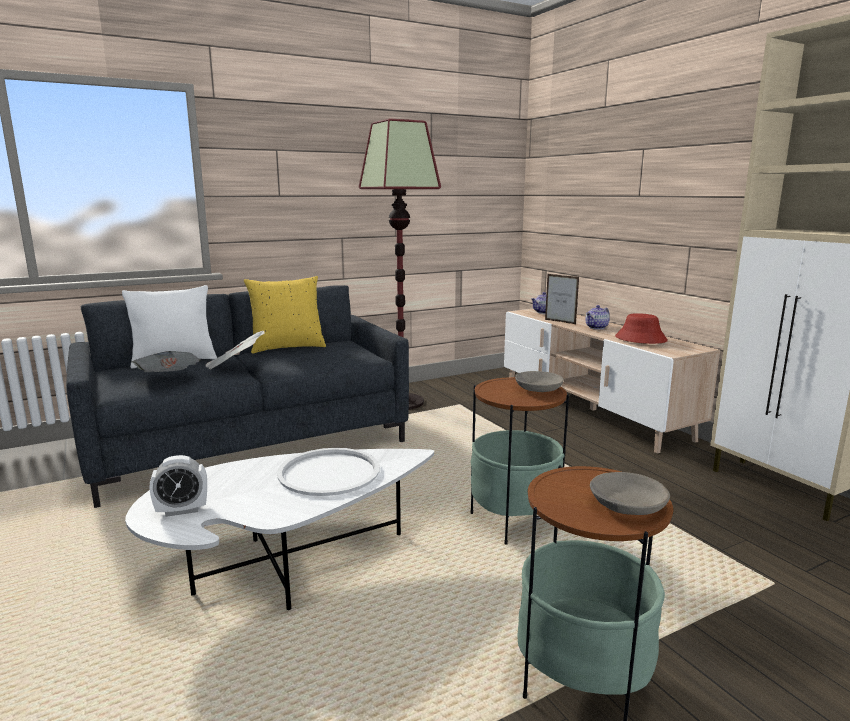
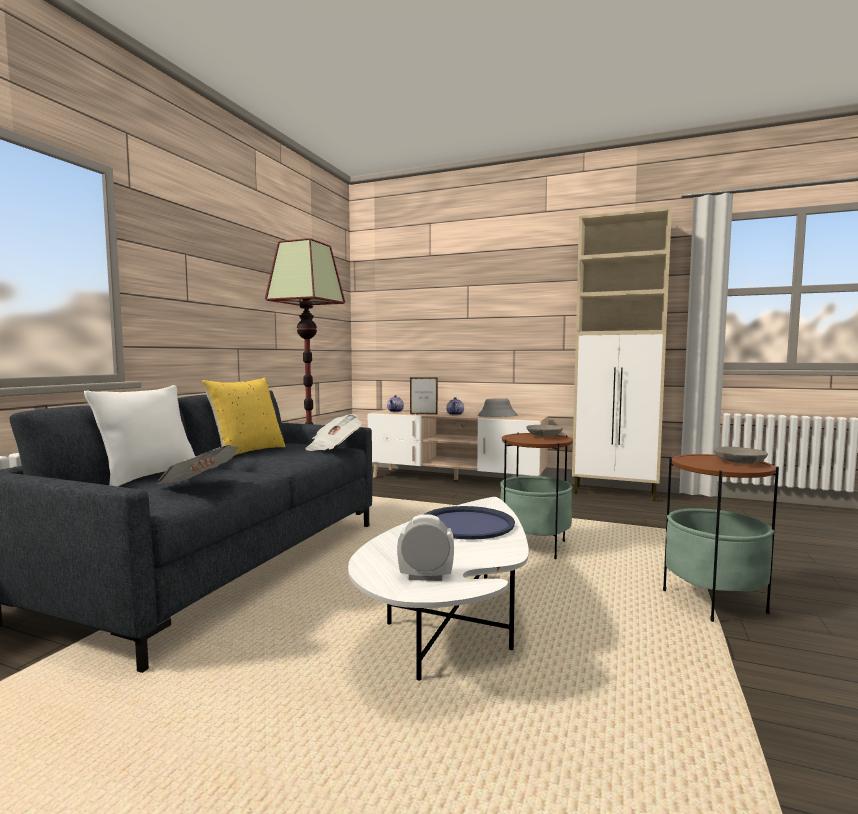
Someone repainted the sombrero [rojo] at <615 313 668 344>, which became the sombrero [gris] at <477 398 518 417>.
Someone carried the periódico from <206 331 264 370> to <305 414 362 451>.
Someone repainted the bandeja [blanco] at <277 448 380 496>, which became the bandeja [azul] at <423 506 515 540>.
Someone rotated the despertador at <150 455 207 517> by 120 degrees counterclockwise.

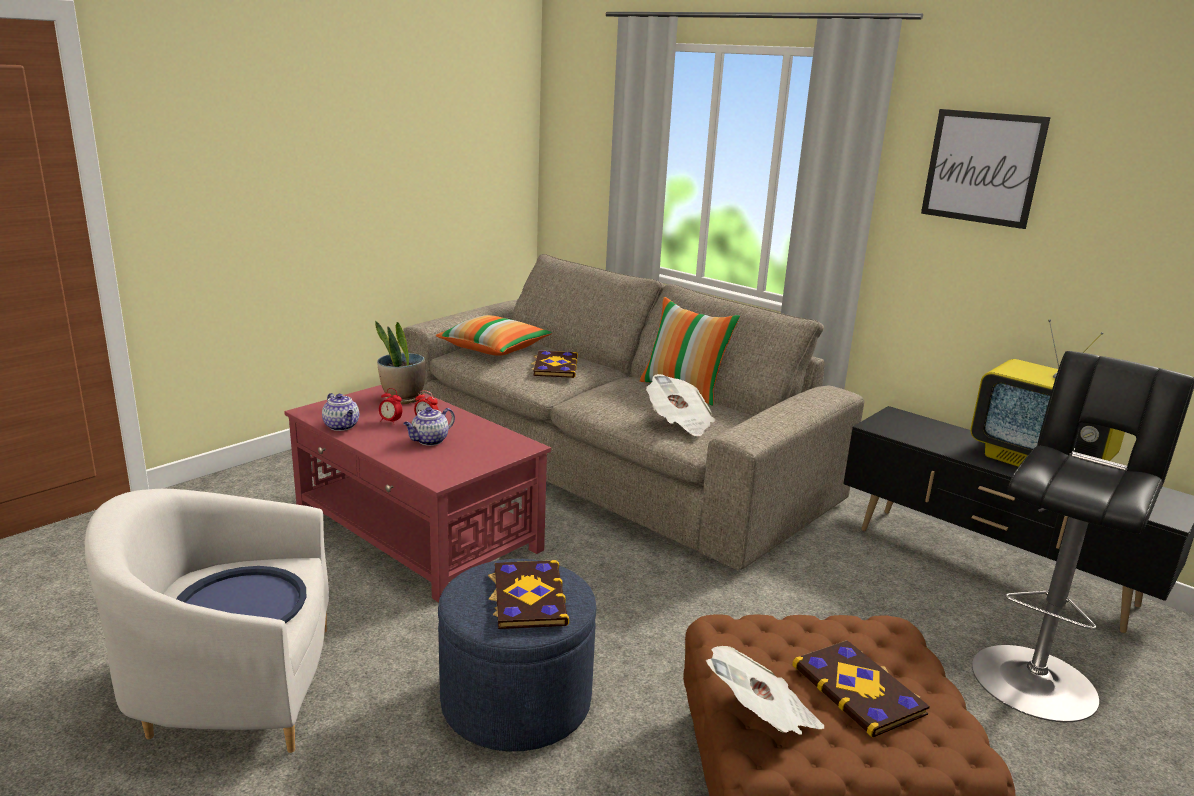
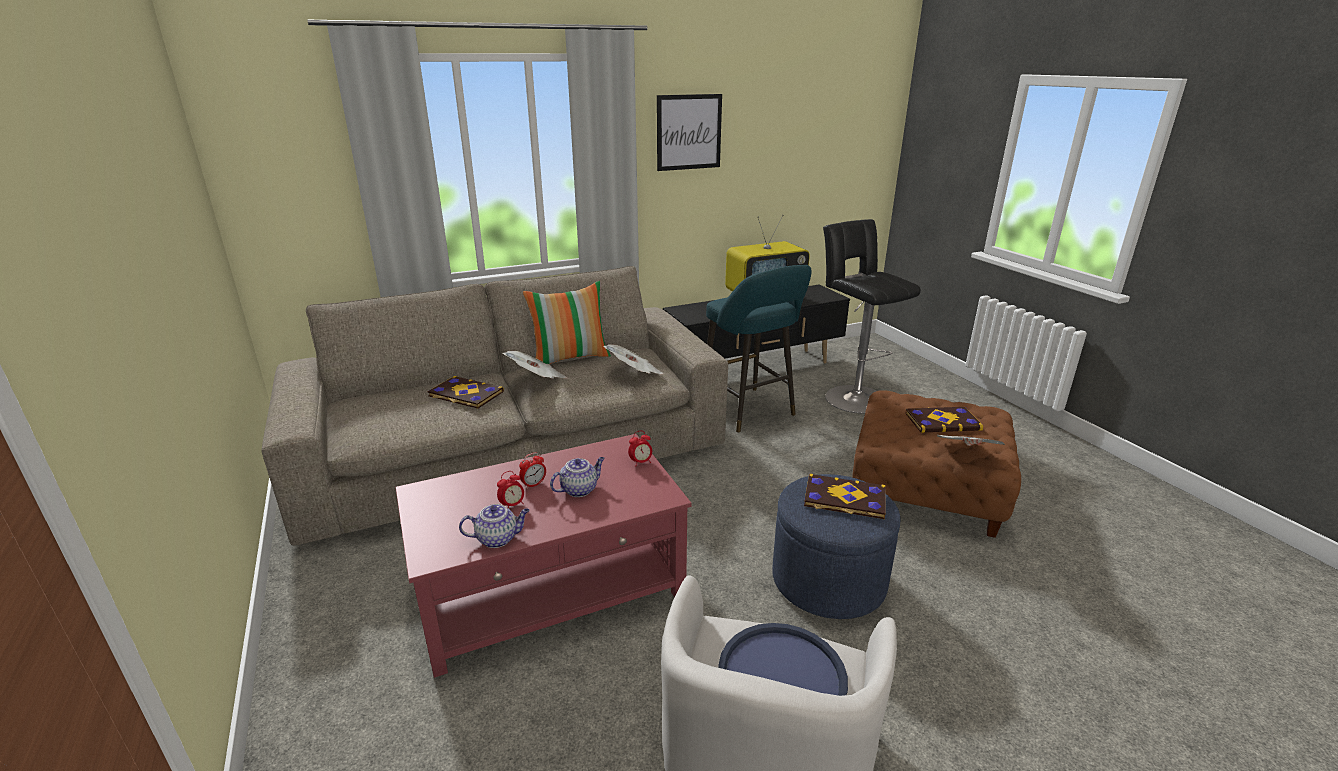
Someone took away the cojín at <436 315 552 356>.
Someone took away the planta en maceta at <375 321 425 404>.
Someone rotated the tetera at <403 407 455 446> by 105 degrees counterclockwise.
Someone put down the taburete [turquesa] at <706 265 812 432>.
Someone put down the periódico at <503 351 568 379>.
Someone put down the despertador at <628 431 652 467>.

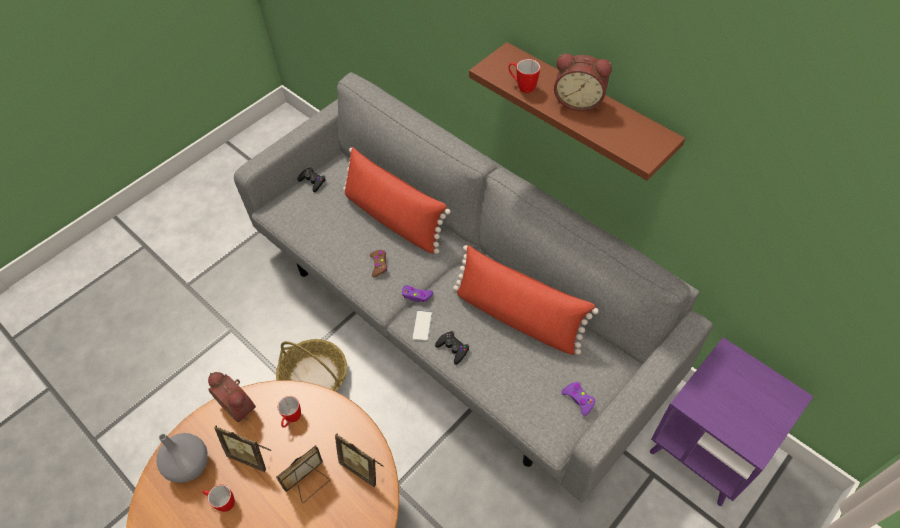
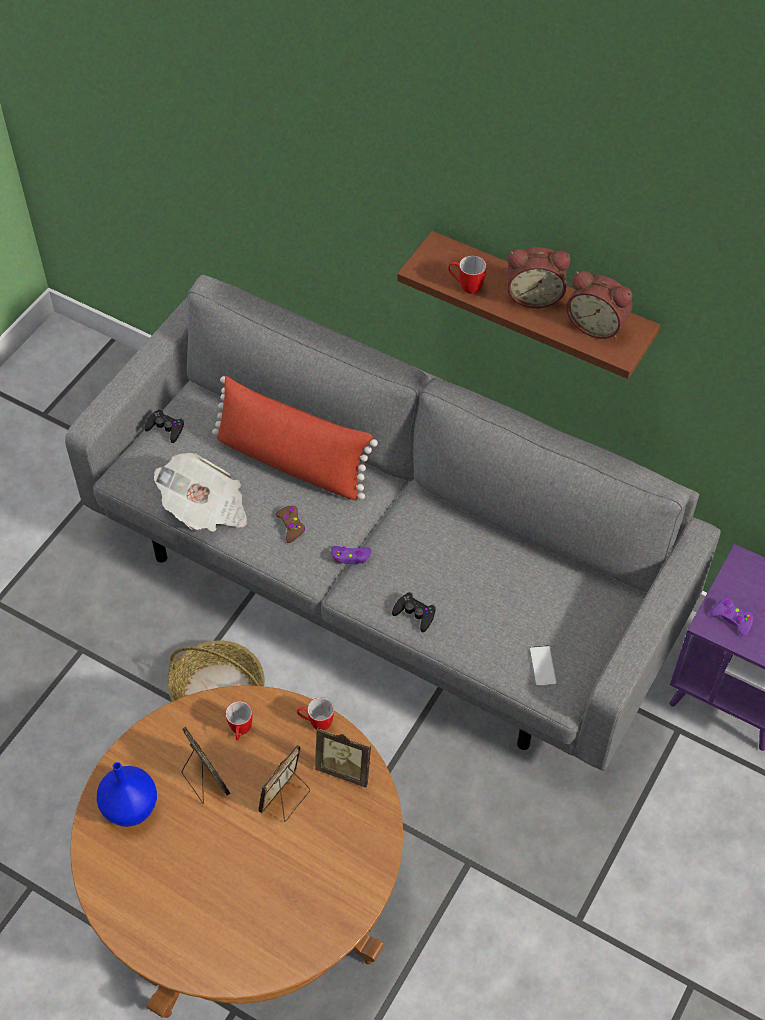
Someone took away the cojín [rojo] at <453 245 599 355>.
Someone carried the móvil from <412 310 432 341> to <530 645 557 686>.
Someone carried the despertador from <208 372 256 422> to <566 271 632 339>.
Someone carried the mando de consola [morado] from <561 382 596 416> to <710 598 754 637>.
Someone rotated the portarretratos at <215 425 272 472> by 135 degrees counterclockwise.
Someone repainted the florero [gris] at <156 433 208 483>, which became the florero [azul] at <97 762 157 827>.
Someone carried the taza grande from <202 484 235 512> to <297 697 334 731>.
Someone put down the periódico at <154 453 247 532>.

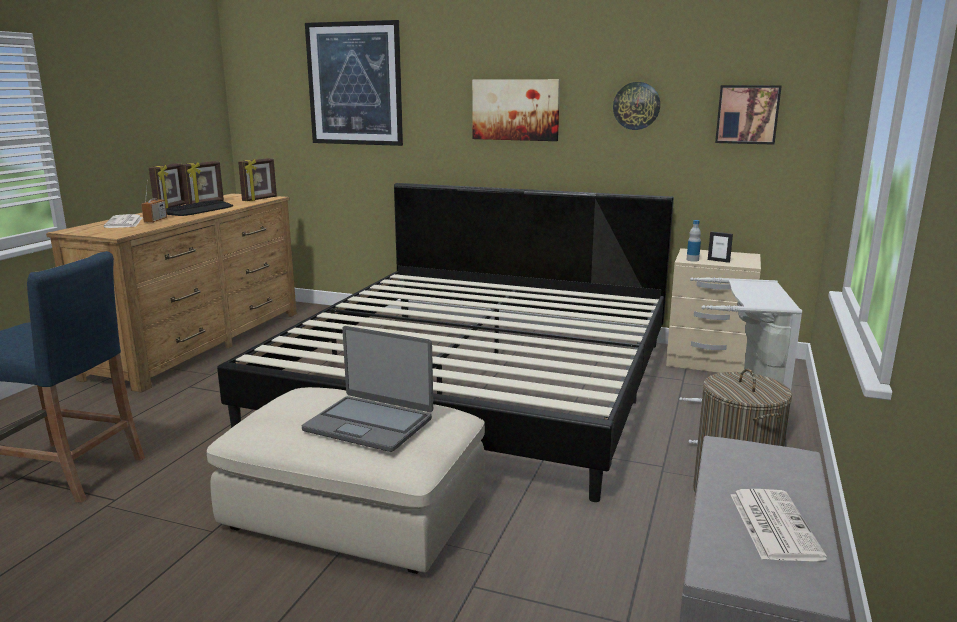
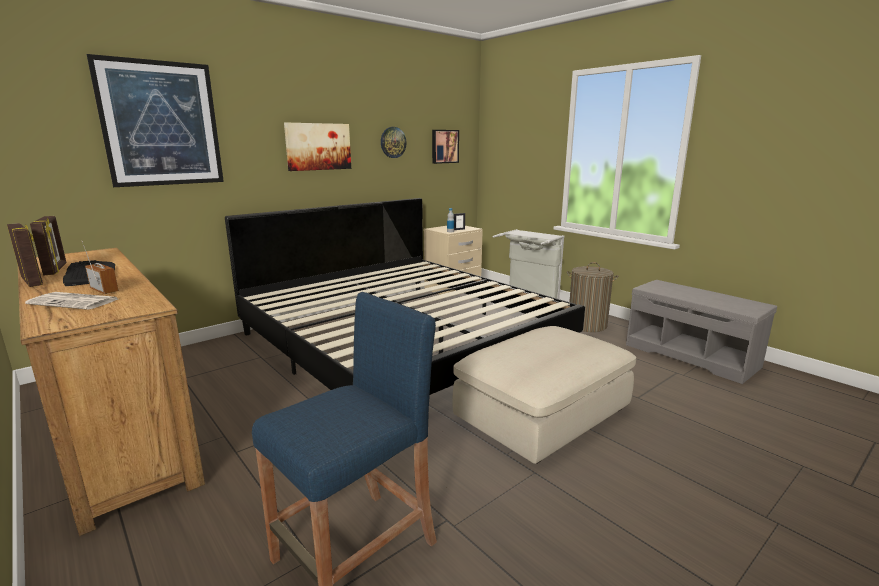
Someone took away the portarretratos at <238 158 277 201>.
Someone took away the portátil at <302 326 433 452>.
Someone took away the periódico at <731 489 827 561>.

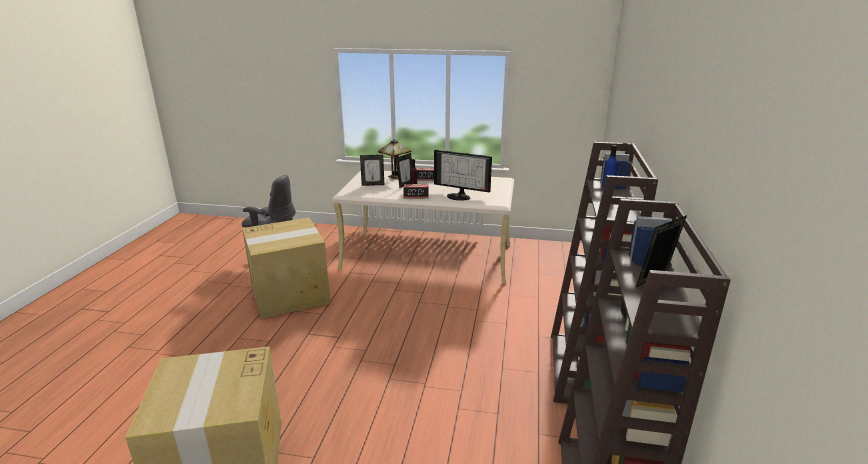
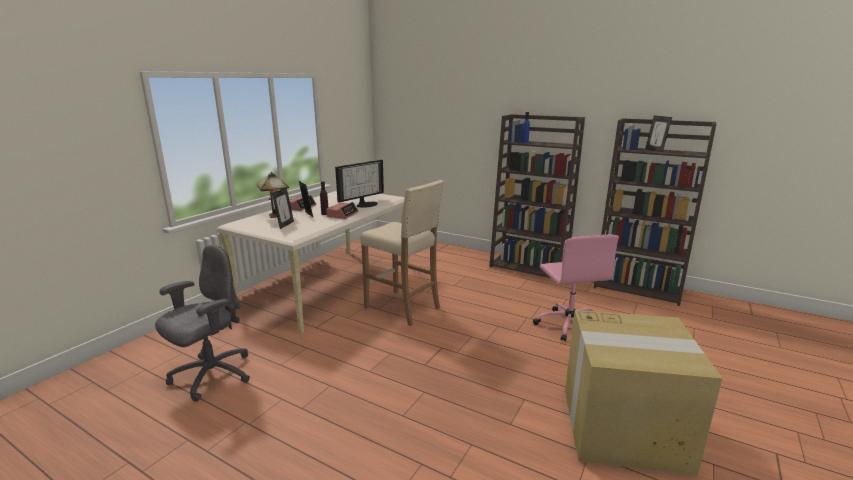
Someone took away the caja de cartón at <242 217 331 319>.
Someone put down the taburete [beis] at <360 180 444 326>.
Someone put down the silla de oficina [rosa] at <533 234 619 341>.

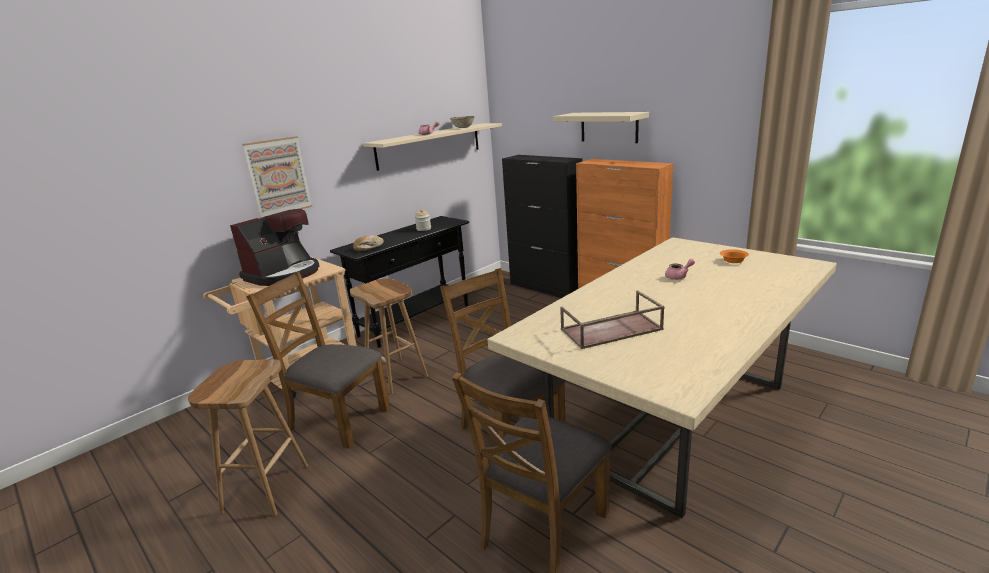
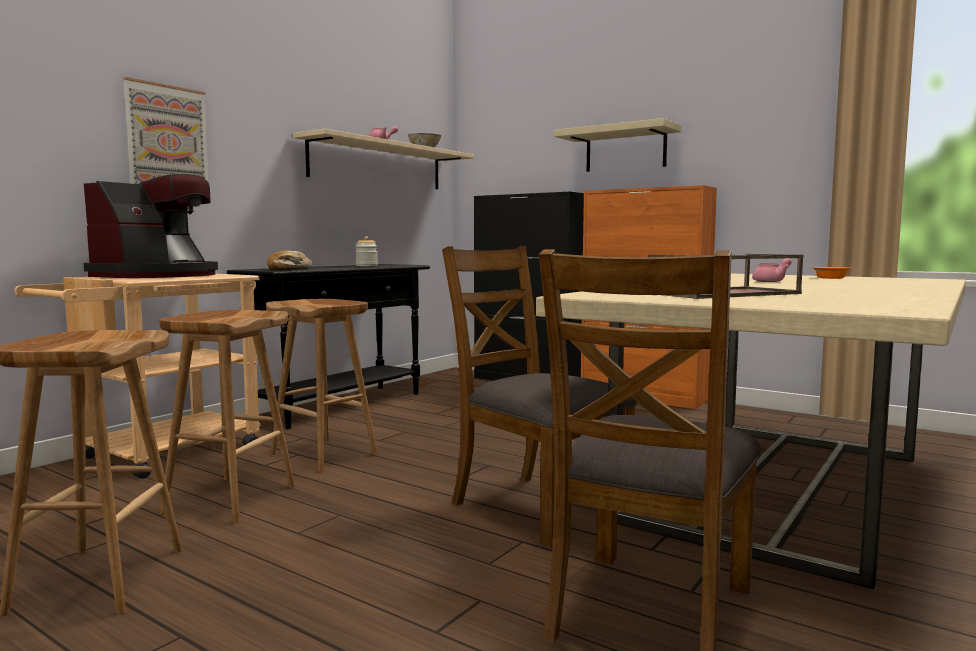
Someone swapped the silla [marrón] at <246 271 390 448> for the taburete [marrón] at <159 310 295 523>.

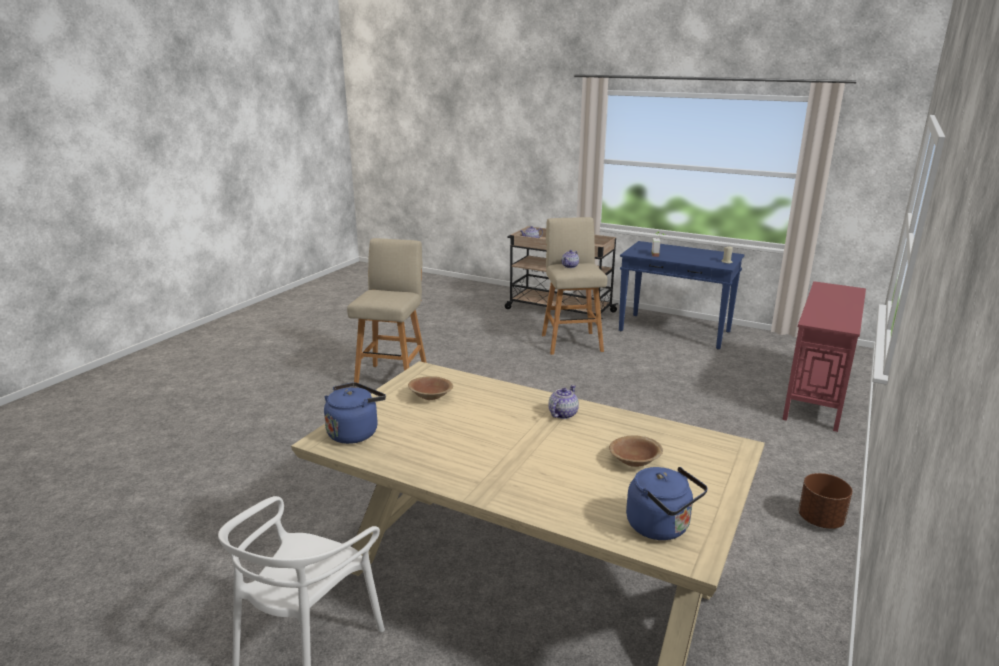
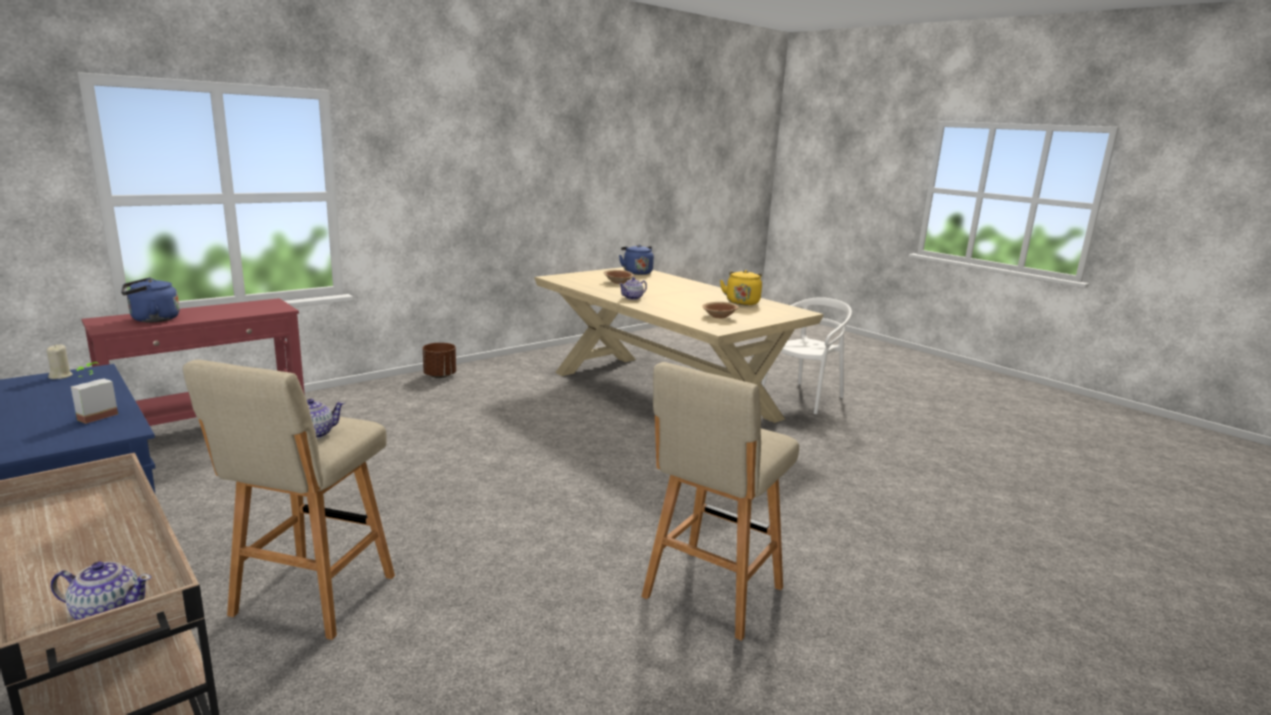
Someone carried the hervidor [azul] from <324 382 386 444> to <121 277 180 322>.
Someone put down the hervidor [amarillo] at <720 270 762 305>.

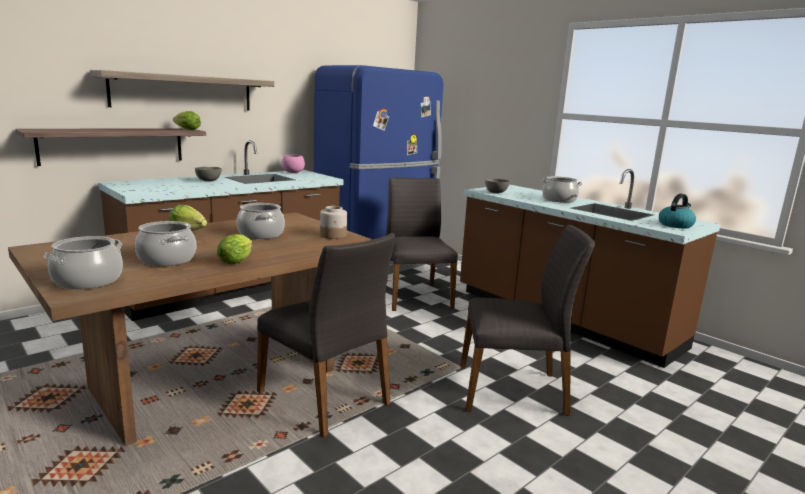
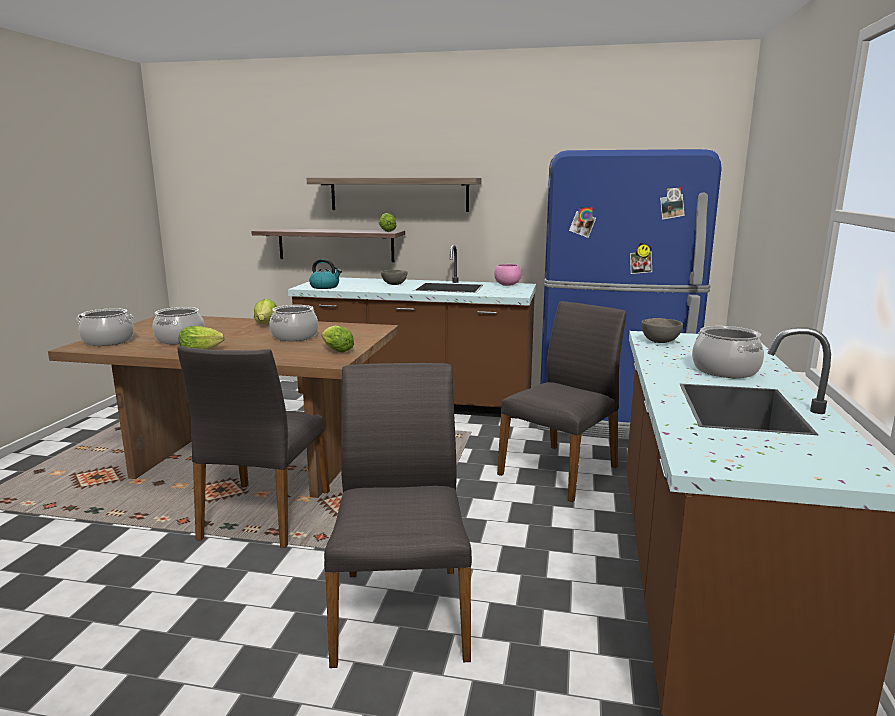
Someone carried the hervidor from <659 194 696 228> to <309 259 342 289>.
Someone swapped the tarro at <320 206 347 239> for the lechuga at <321 325 354 353>.
Someone rotated the silla [gris] at <460 225 595 416> by 150 degrees counterclockwise.

